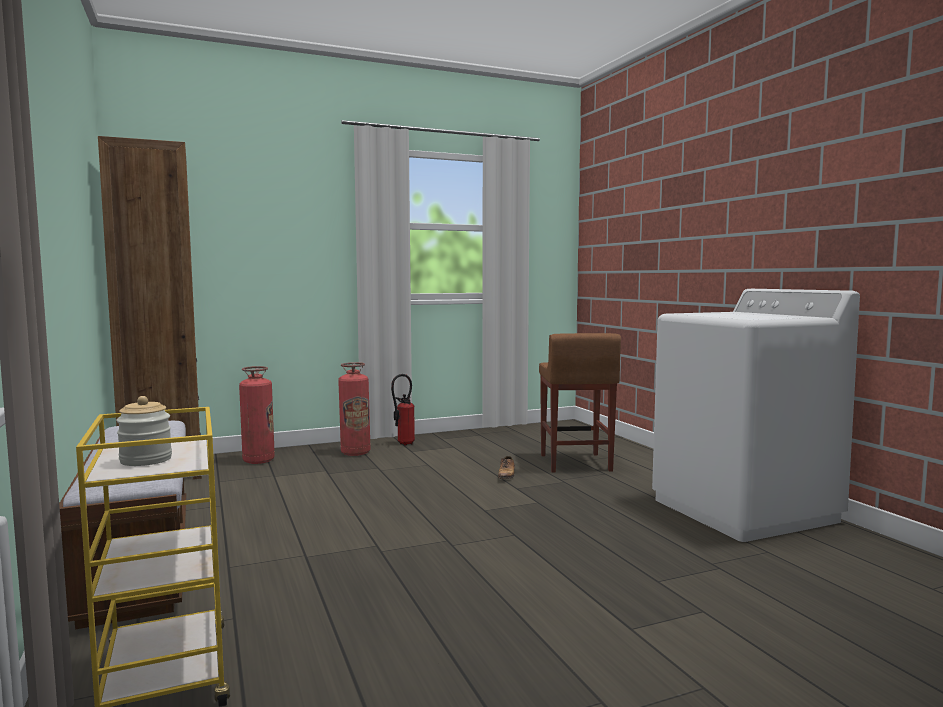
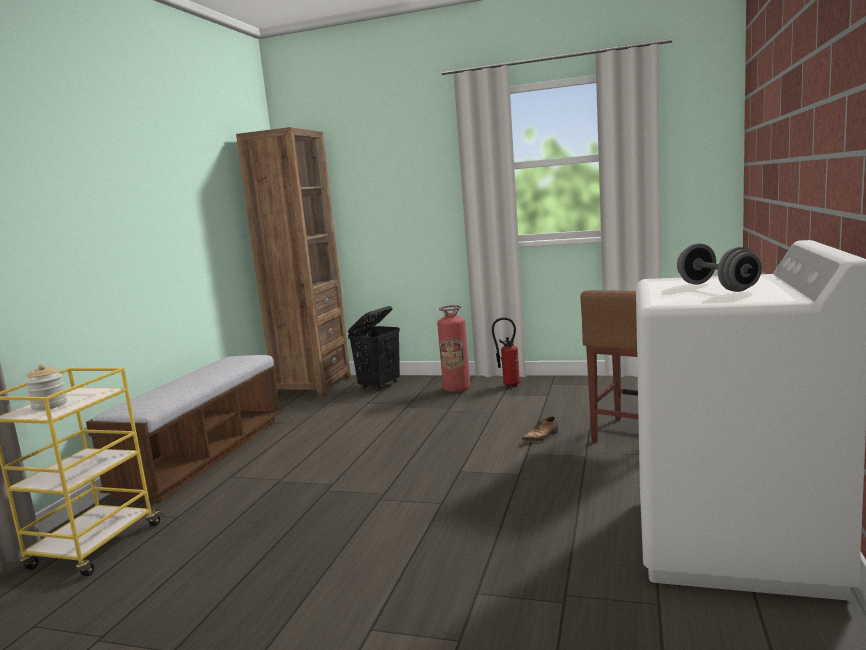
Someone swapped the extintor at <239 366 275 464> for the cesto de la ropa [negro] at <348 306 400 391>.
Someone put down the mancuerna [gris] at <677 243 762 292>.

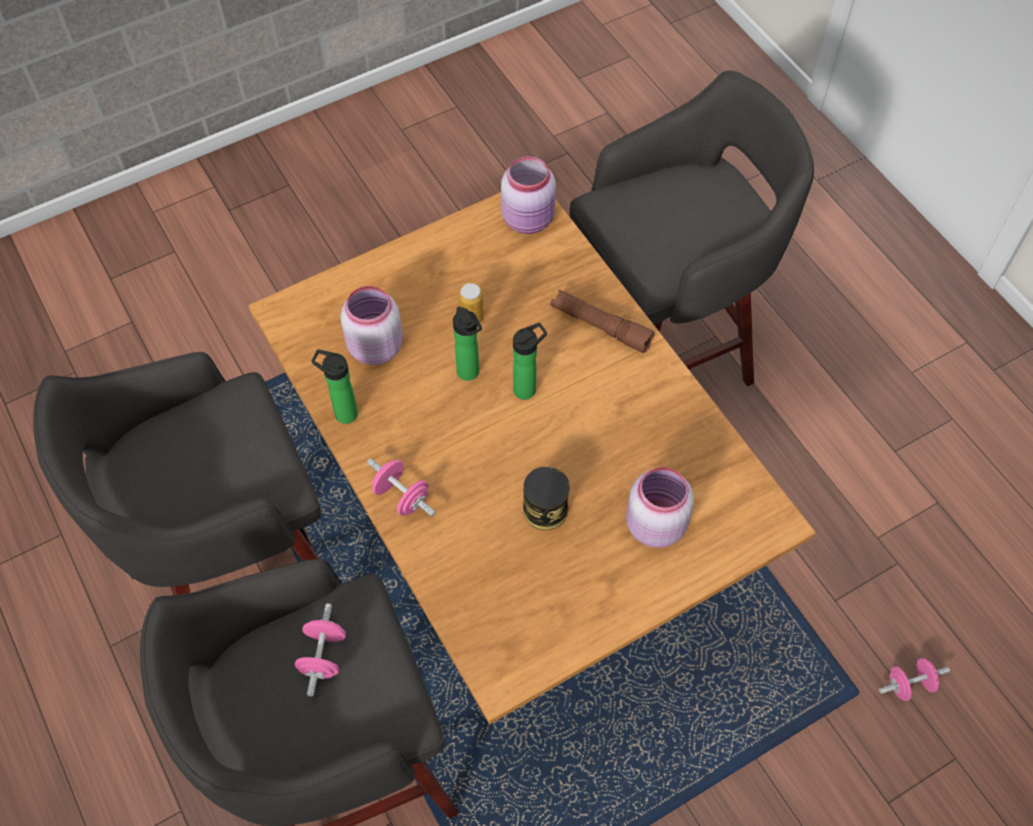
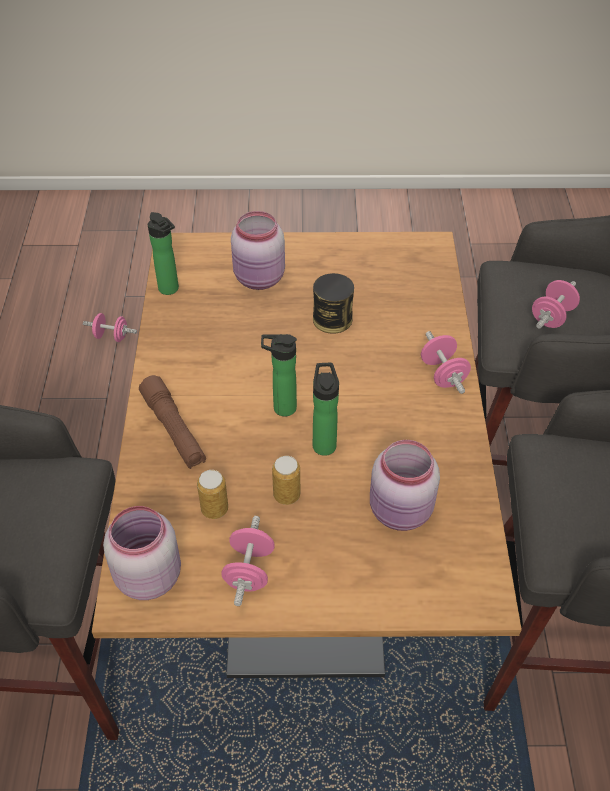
Someone carried the botella from <311 349 358 424> to <148 212 179 295>.
Someone put down the lata at <197 470 228 519>.
Someone put down the mancuerna [rosa] at <221 516 275 606>.

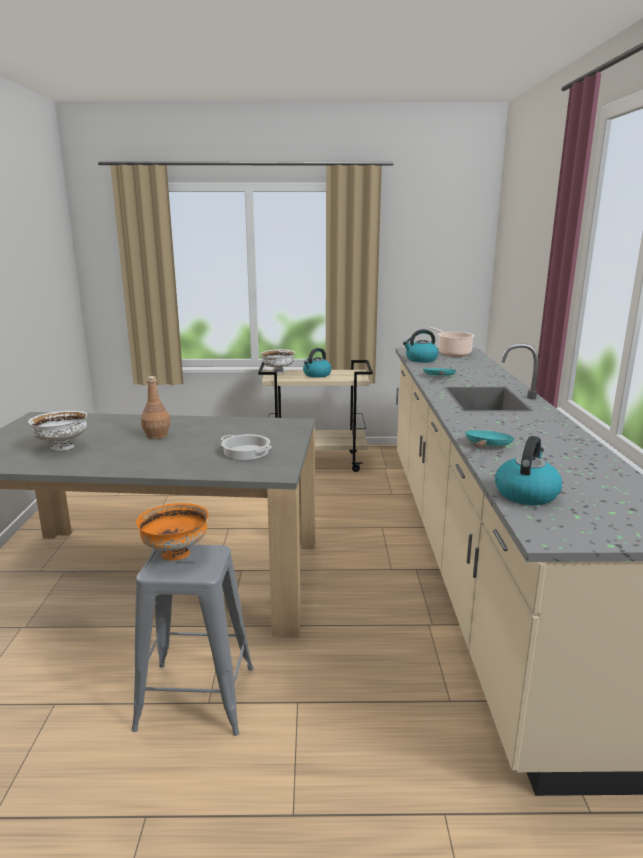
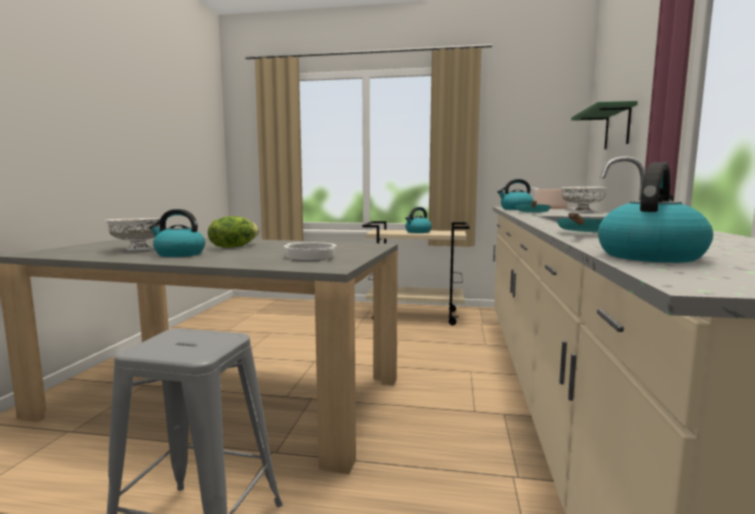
Someone carried the cuenco [blanco] from <260 349 295 373> to <561 187 608 212>.
Someone swapped the botella [marrón] at <141 376 171 439> for the lechuga at <208 216 259 248>.
Someone took away the cuenco [naranja] at <136 503 209 561>.
Someone put up the estante [verde] at <571 101 638 149>.
Someone put down the hervidor at <149 209 205 257>.

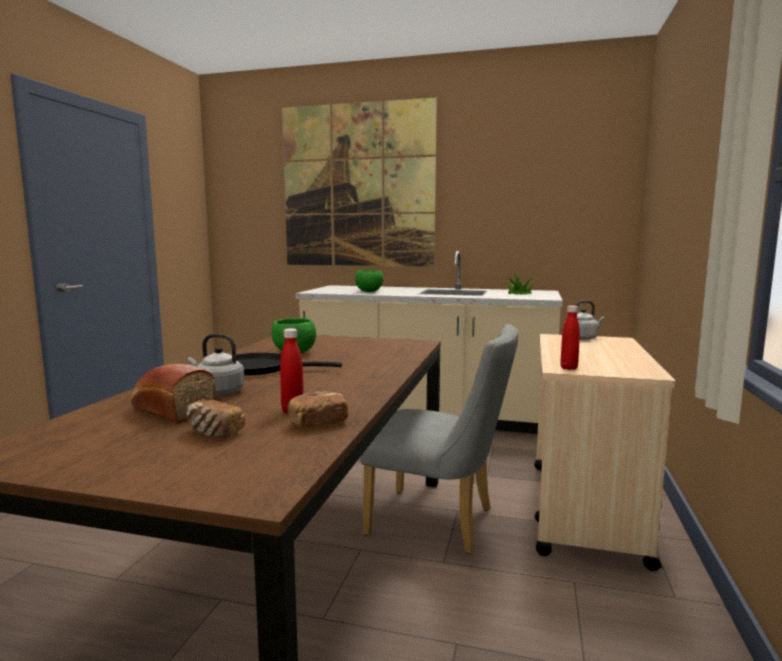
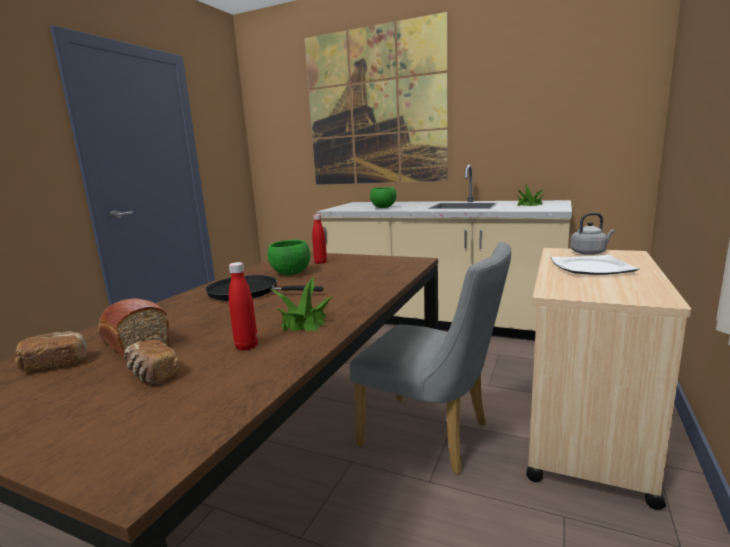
Someone carried the botella [rojo] from <560 306 580 370> to <312 214 327 264>.
Someone took away the hervidor [gris] at <188 334 245 396>.
Someone carried the pan from <288 391 348 427> to <15 331 87 371>.
Someone put down the plato at <551 255 639 275>.
Someone put down the planta en maceta at <269 277 332 331>.

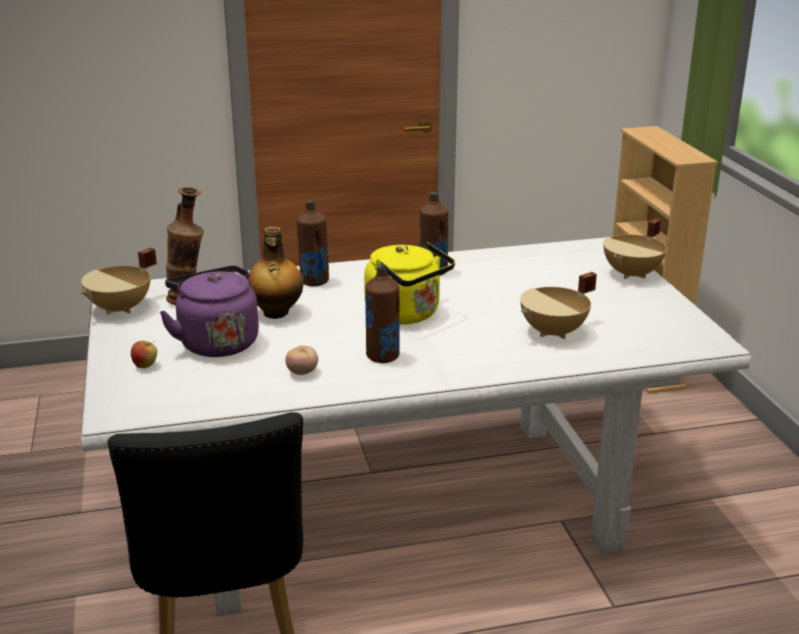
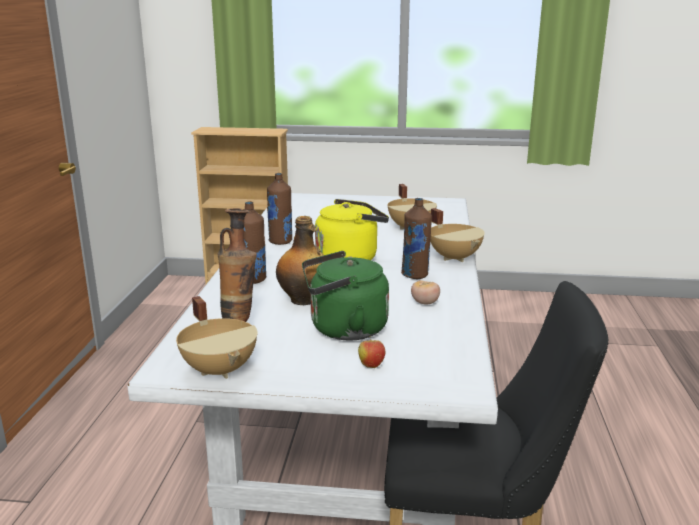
Someone carried the olla [beis] from <603 218 667 279> to <430 208 485 262>.
Someone repainted the hervidor [morado] at <159 265 259 357>, which became the hervidor [verde] at <302 251 389 340>.

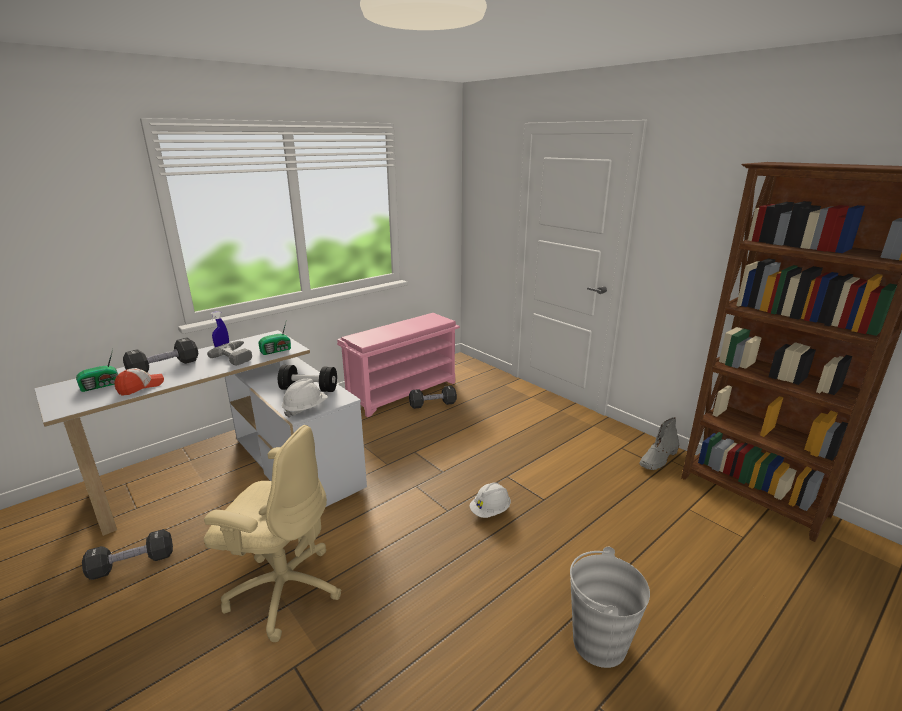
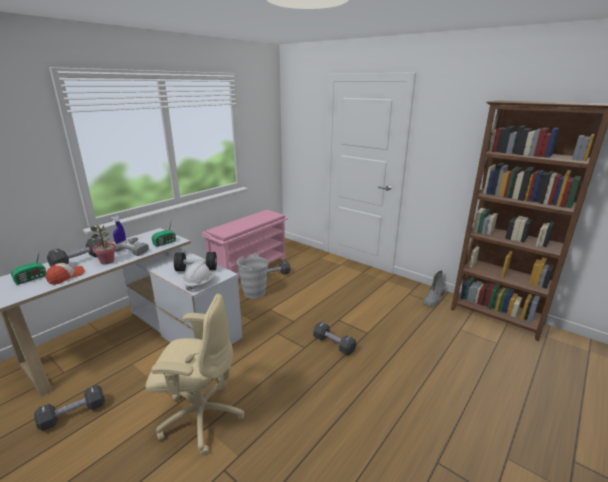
Someone swapped the casco [blanco] at <469 482 511 518> for the mancuerna [negro] at <313 321 356 355>.
Someone carried the cubo [gris] from <570 547 650 668> to <237 252 268 299>.
Someone put down the planta en maceta at <90 225 116 264>.

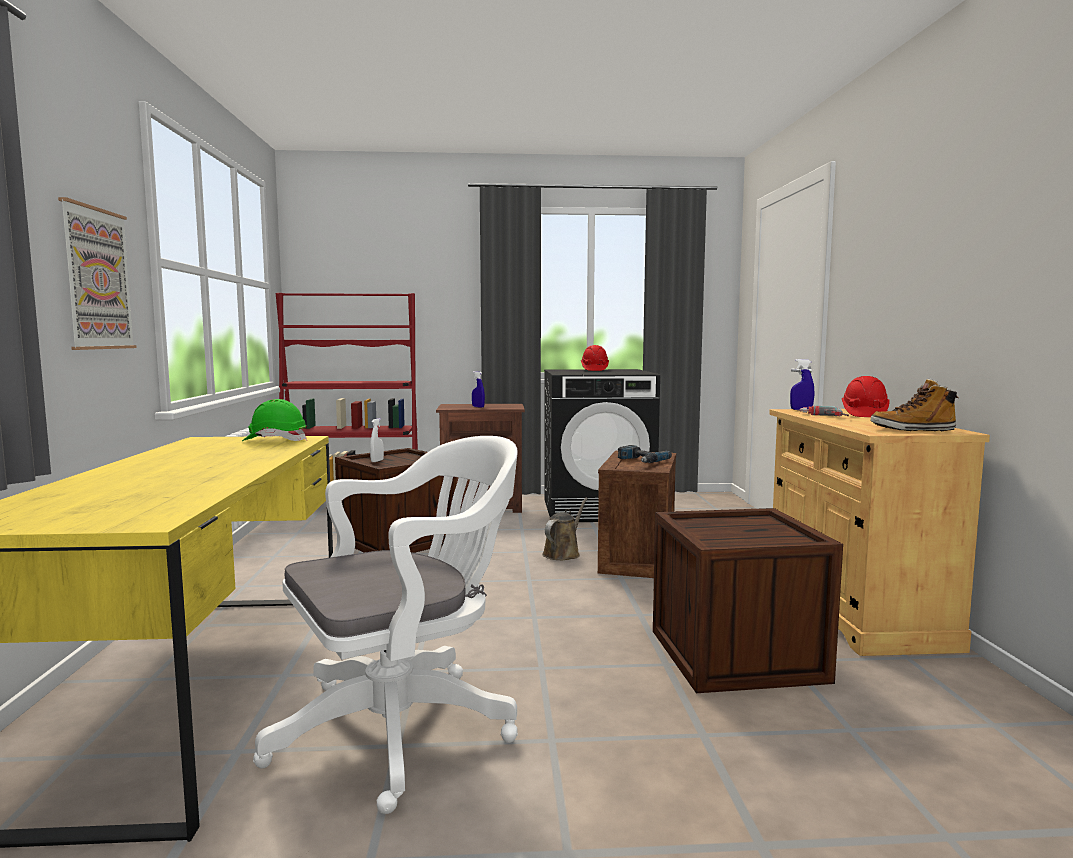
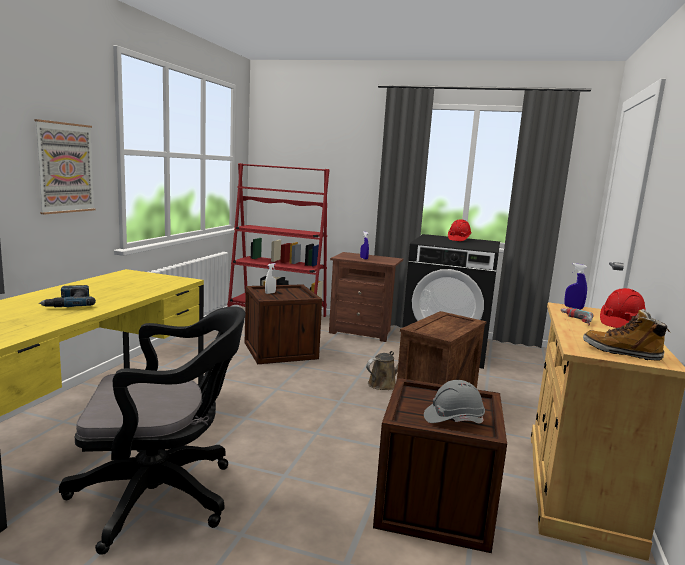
Someone took away the casco [verde] at <242 399 307 441>.
Someone repainted the silla de oficina [blanco] at <253 436 518 814>, which became the silla de oficina [negro] at <59 306 245 555>.
Someone carried the taladro from <617 445 672 463> to <39 285 96 307>.
Someone put down the casco [gris] at <424 380 485 423>.

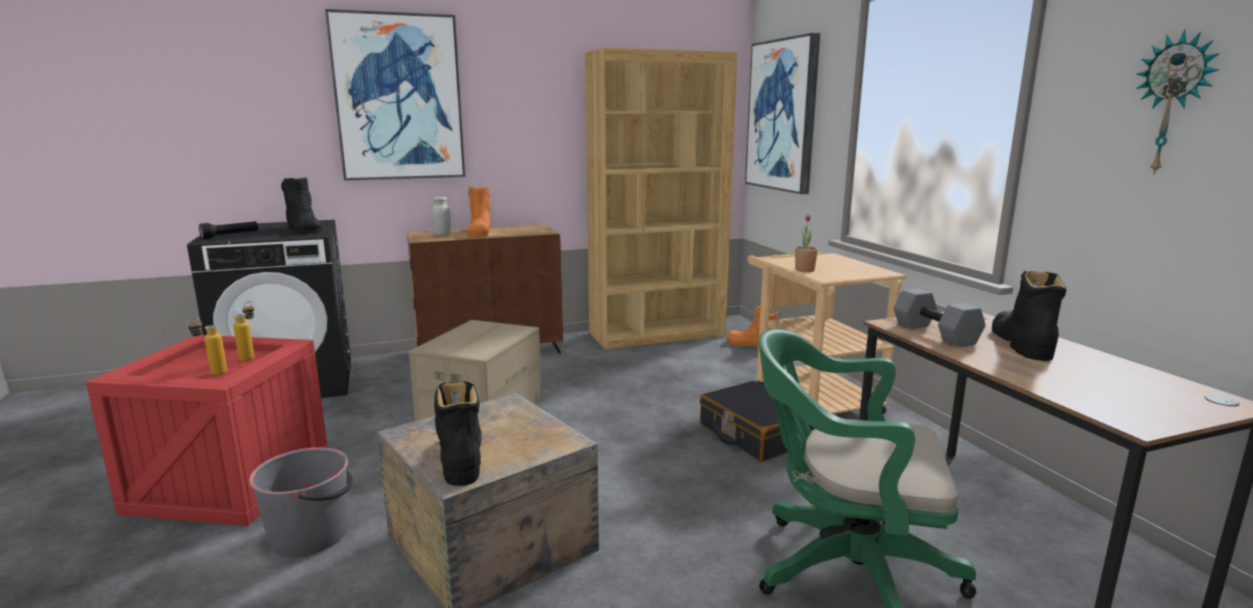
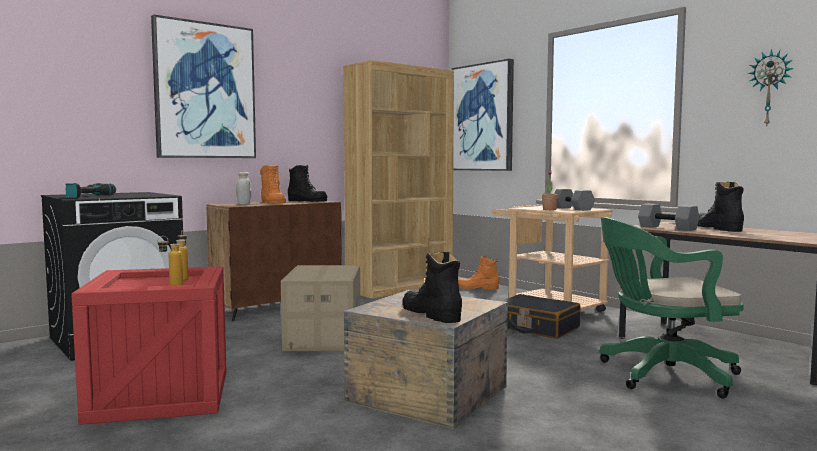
Someone carried the bota [negro] from <281 177 322 233> to <288 165 328 202>.
Someone swapped the linterna [negro] at <199 221 258 239> for the taladro at <65 183 116 198>.
Someone took away the cubo [gris] at <249 447 353 557>.
Someone put down the mancuerna [gris] at <554 189 595 211>.

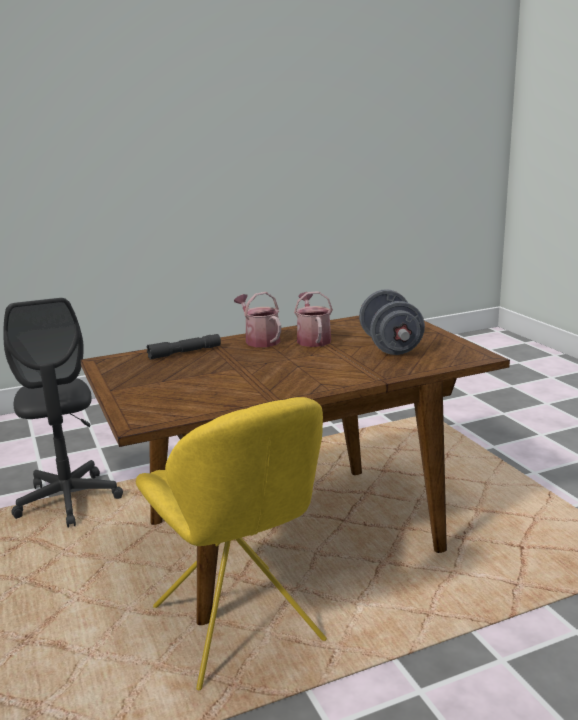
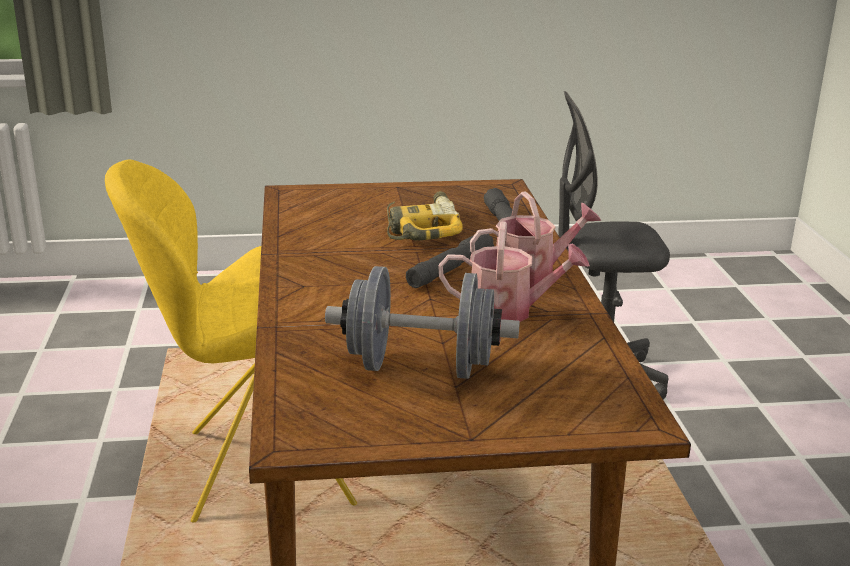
Someone put down the taladro at <387 191 463 241>.
Someone put down the linterna [gris] at <406 234 494 288>.

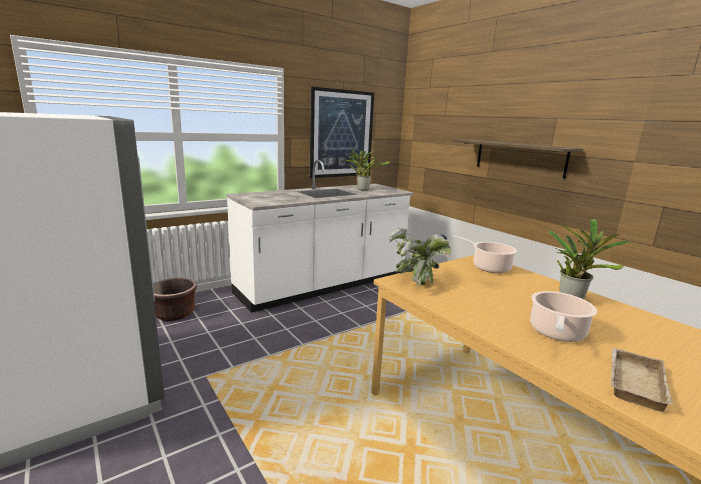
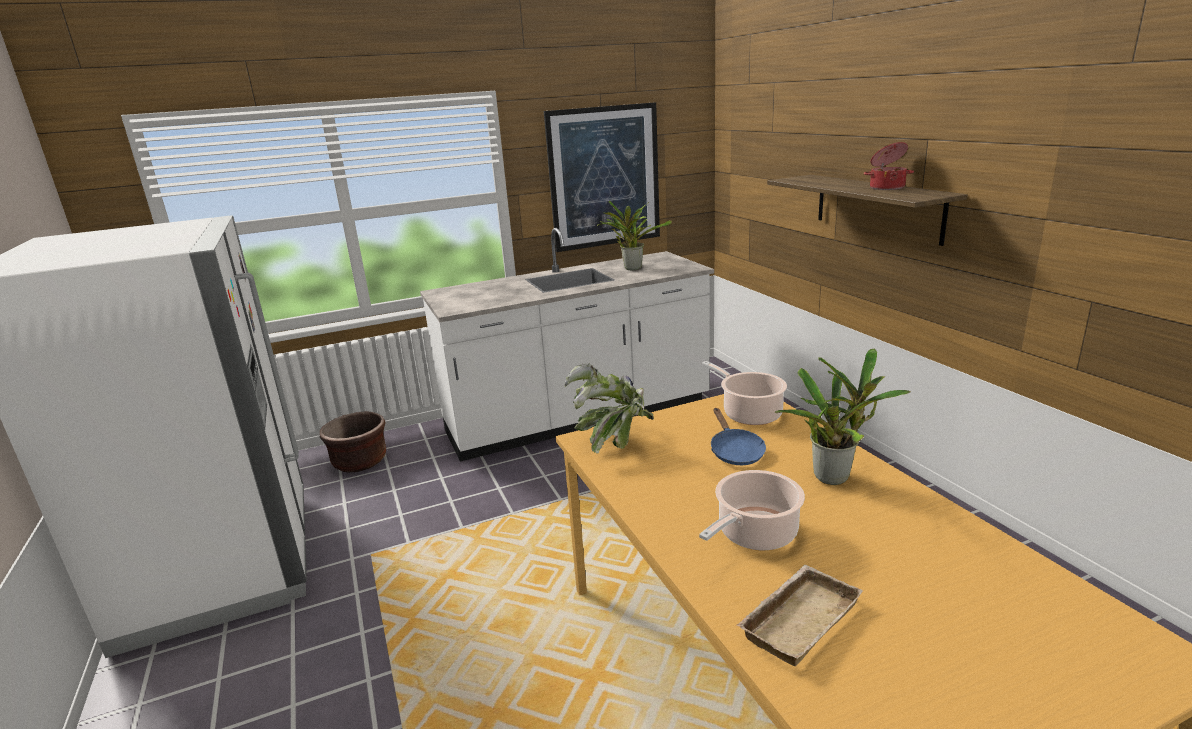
Someone put down the olla at <864 142 914 190>.
Someone put down the sartén [azul] at <711 408 766 465>.

